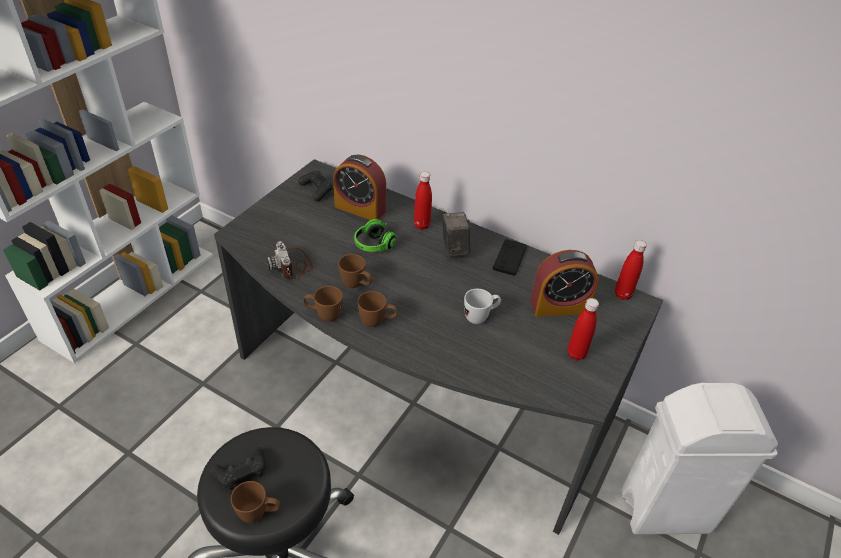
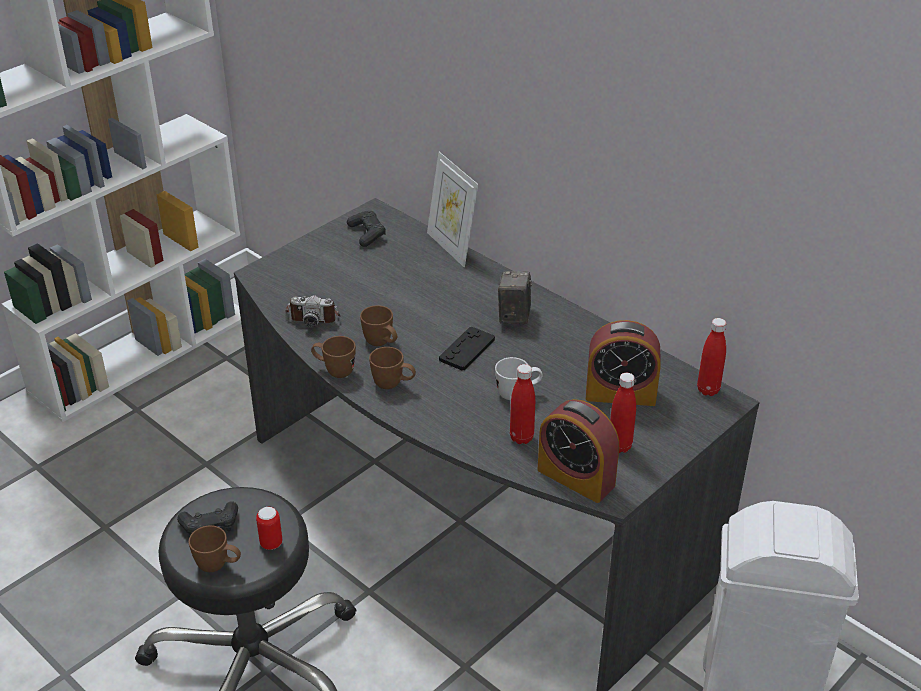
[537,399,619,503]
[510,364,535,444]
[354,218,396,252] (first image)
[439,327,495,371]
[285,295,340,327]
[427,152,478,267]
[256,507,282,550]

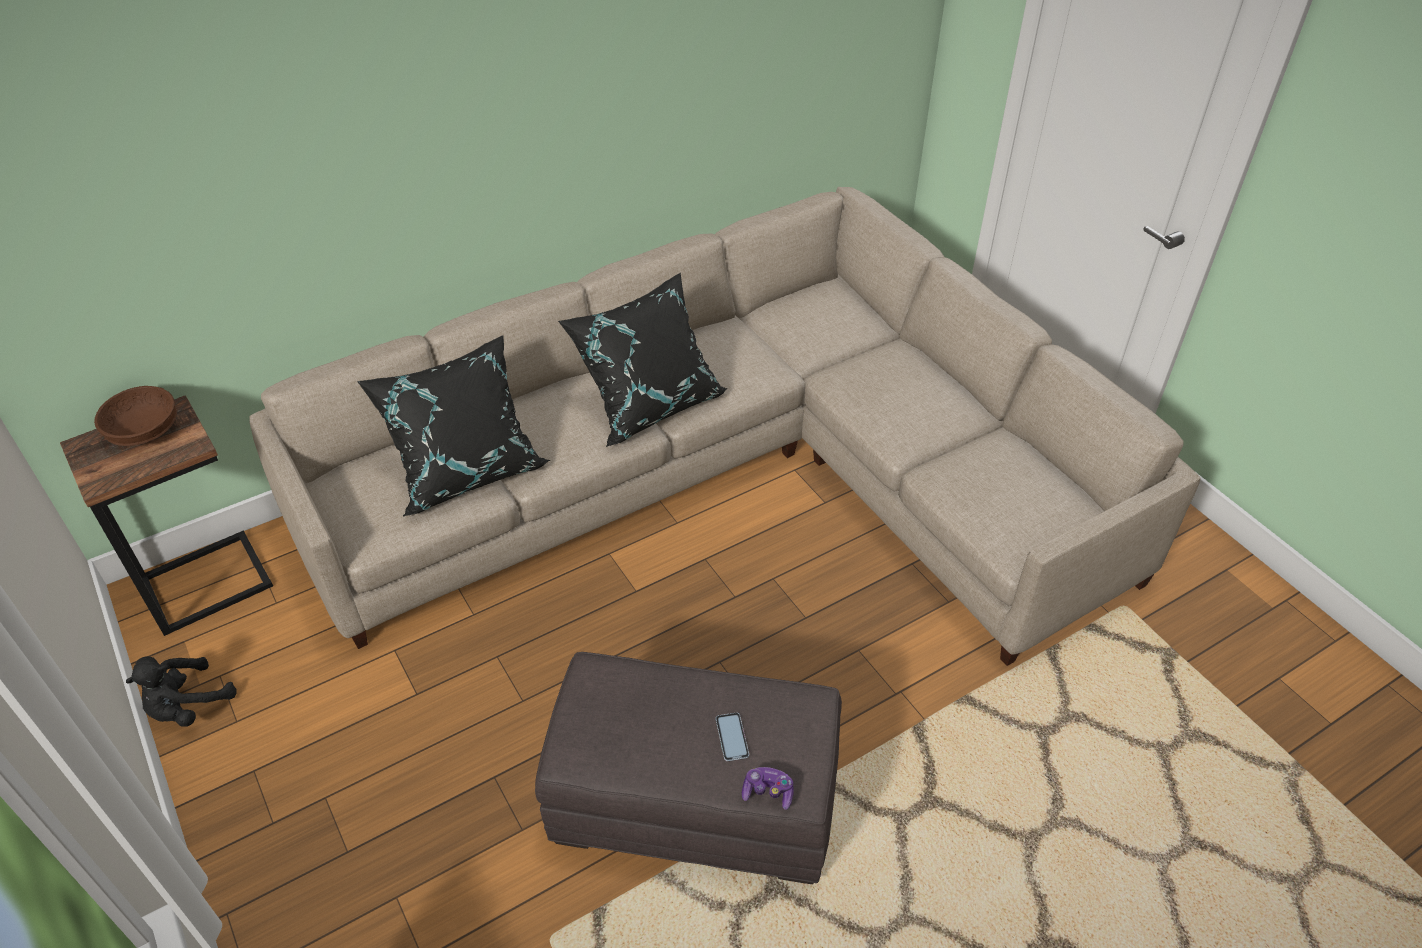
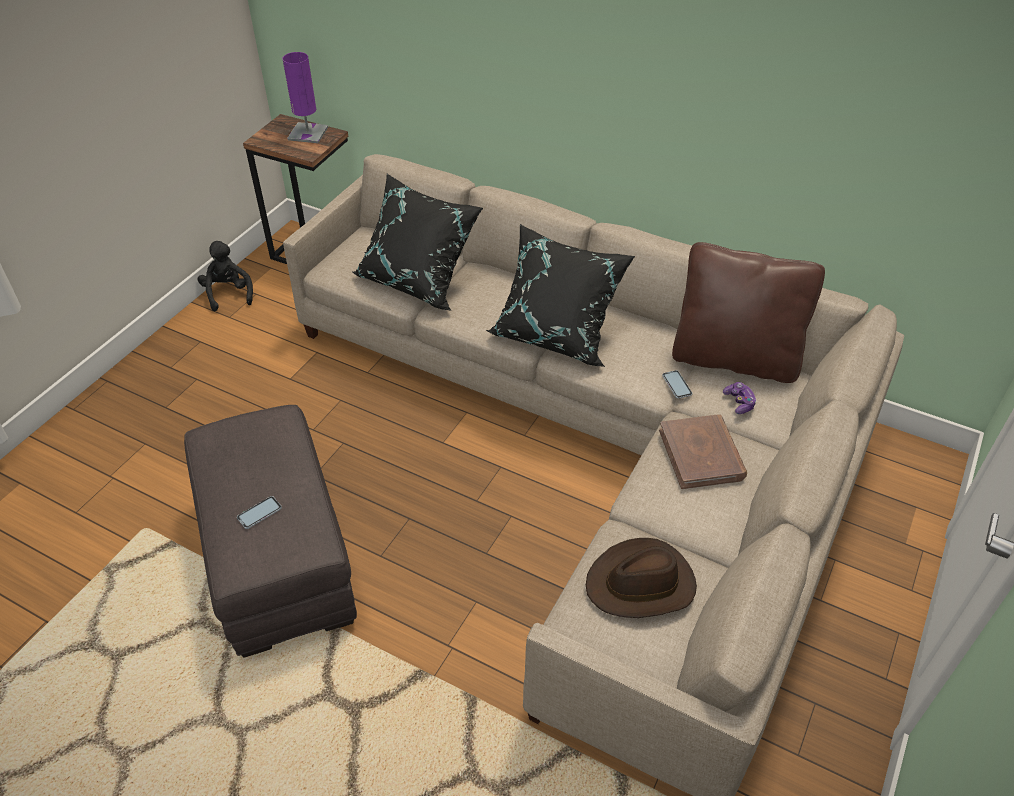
[282,52,328,143]
[197,241,253,311]
[723,382,756,414]
[672,242,825,383]
[662,370,692,399]
[659,414,747,489]
[586,538,697,618]

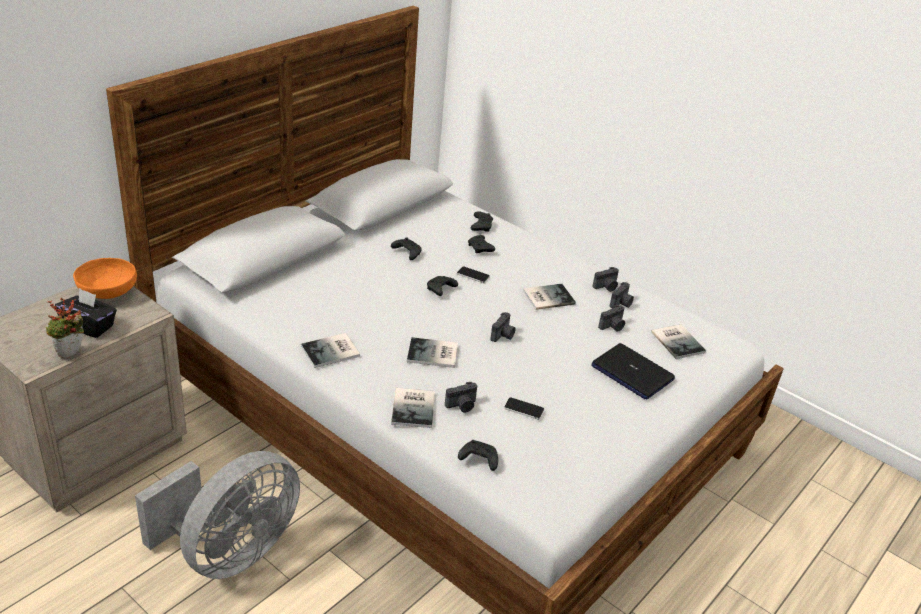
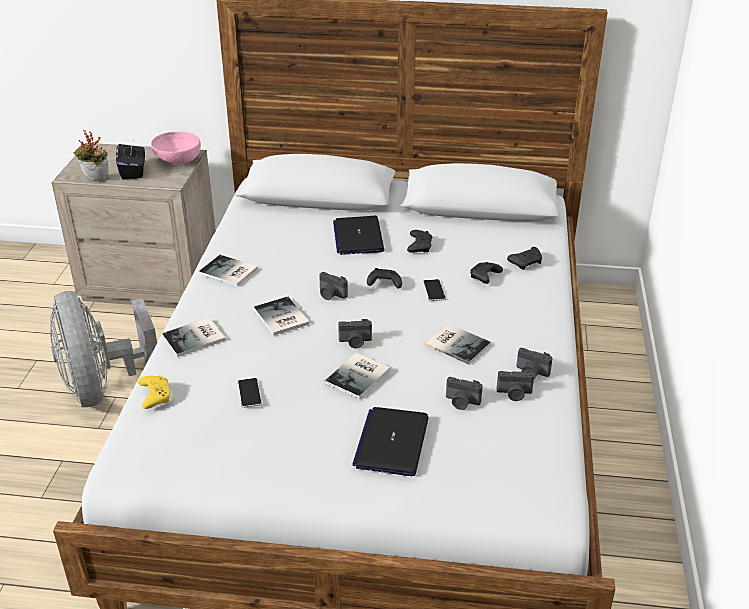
[151,132,201,164]
[324,353,390,399]
[319,272,348,300]
[138,375,171,409]
[50,291,157,407]
[333,216,384,255]

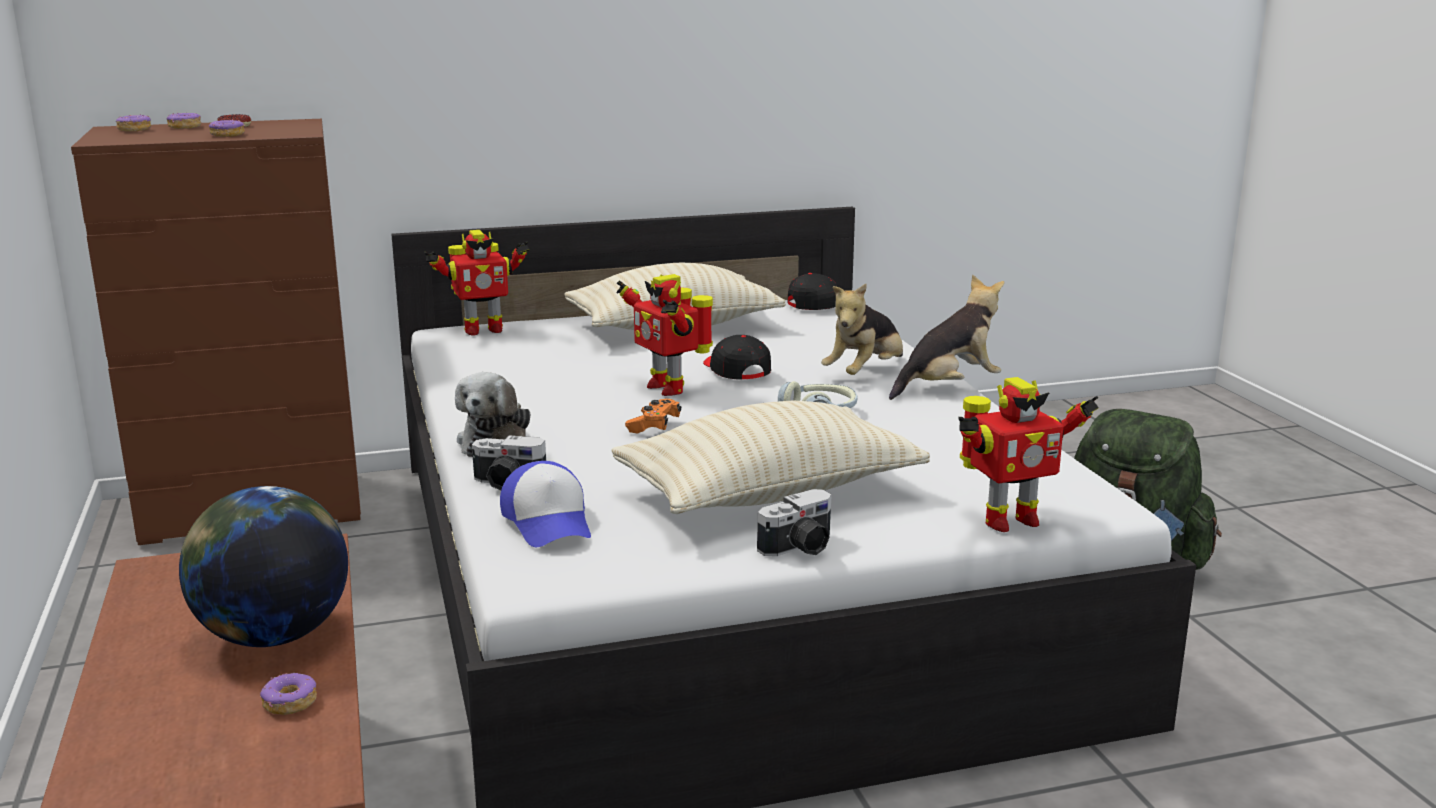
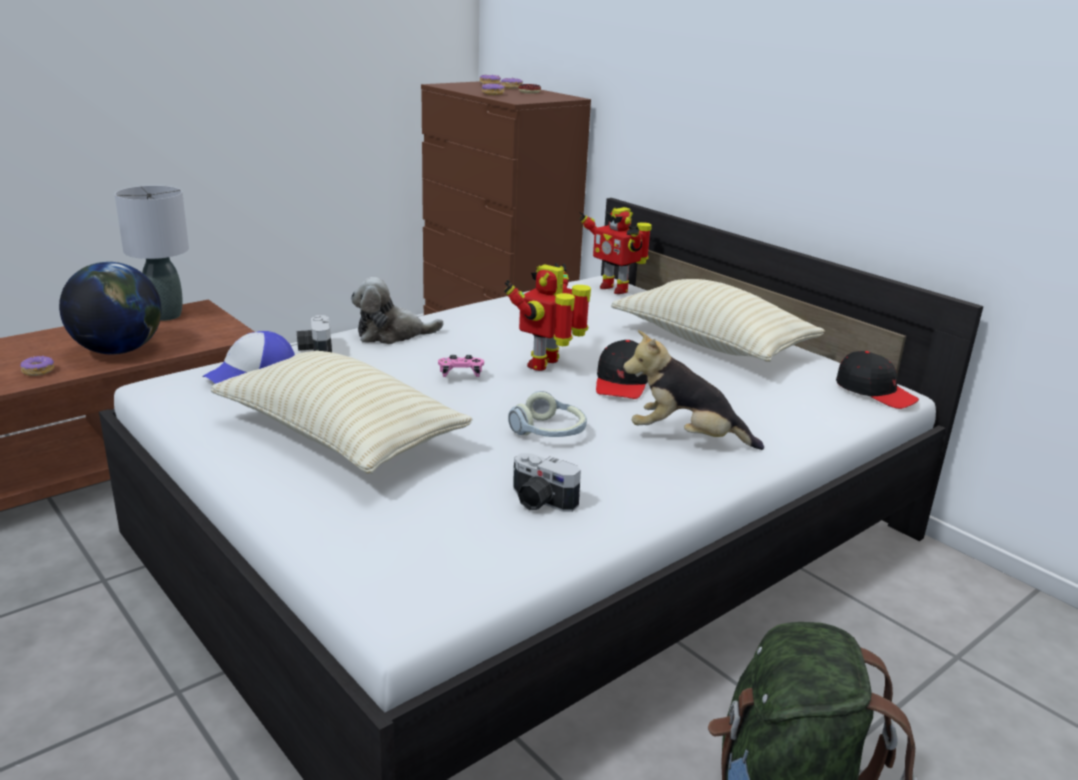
[889,275,1004,400] (first image)
[596,340,648,399]
[958,377,1099,532] (first image)
[438,355,484,377]
[513,453,581,512]
[115,185,189,321]

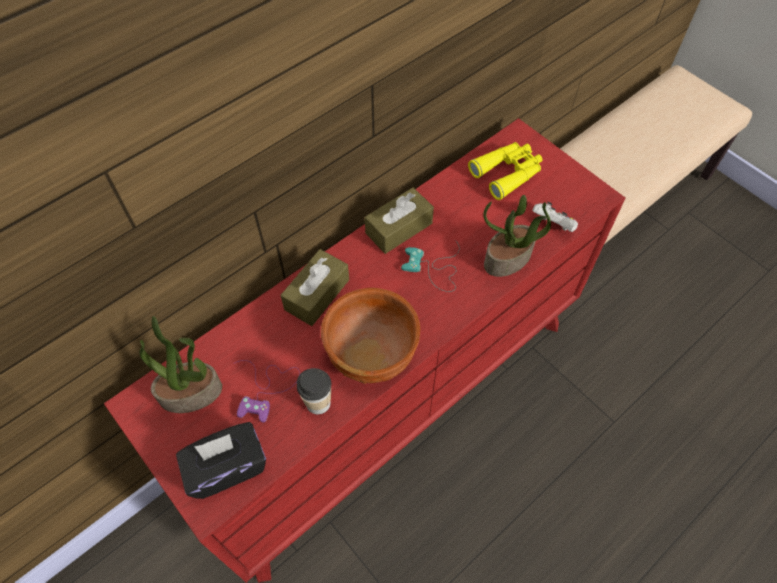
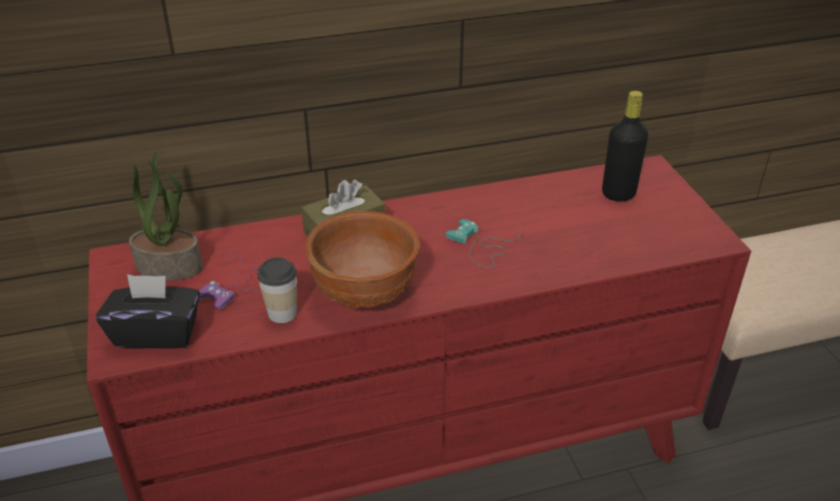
[602,91,648,201]
[365,187,434,254] (first image)
[483,195,551,277] (first image)
[532,202,578,232] (first image)

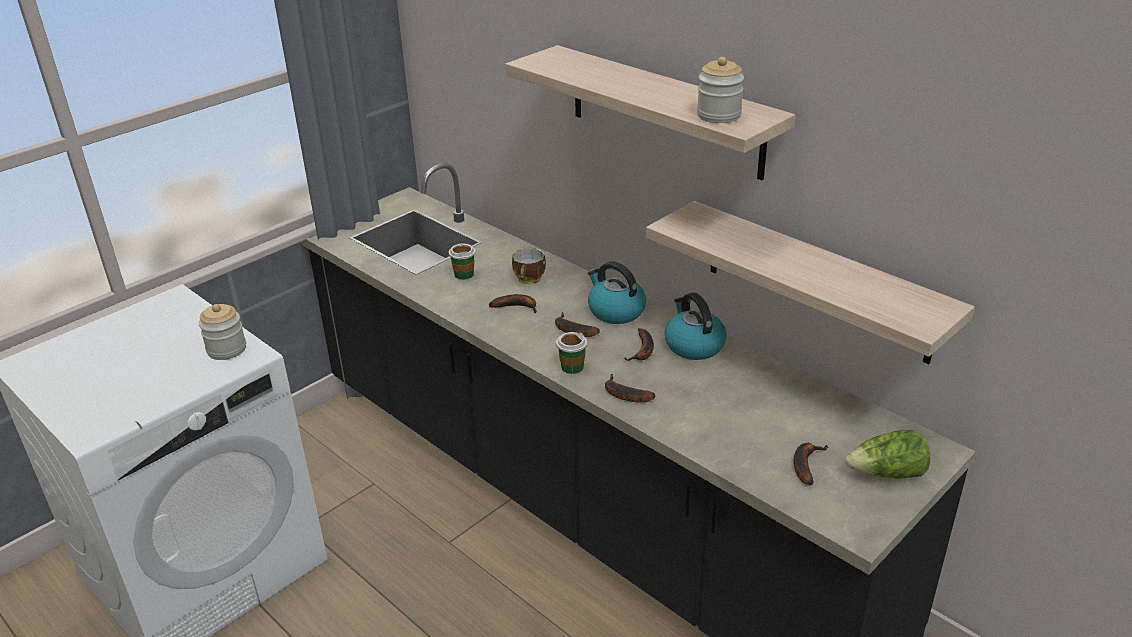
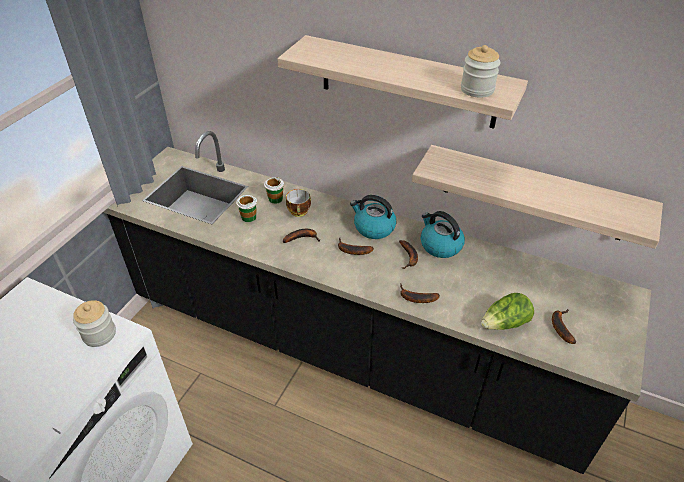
[264,177,284,204]
[481,293,534,330]

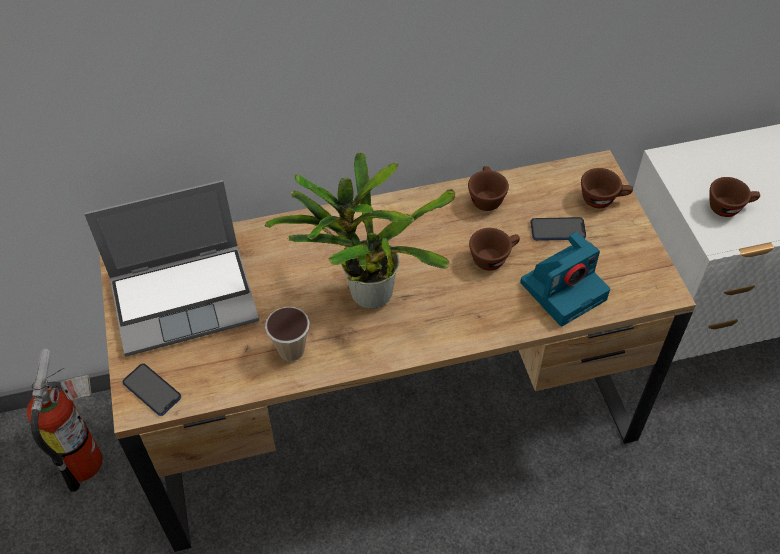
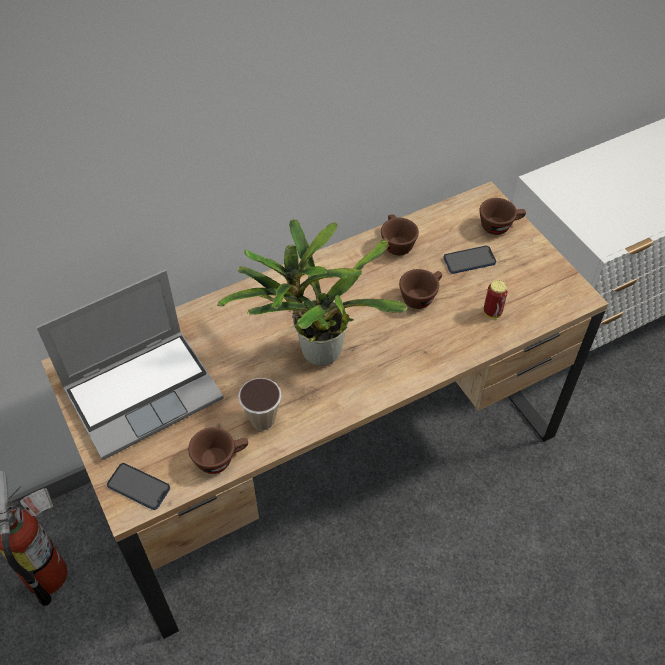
[188,427,248,474]
[484,280,508,319]

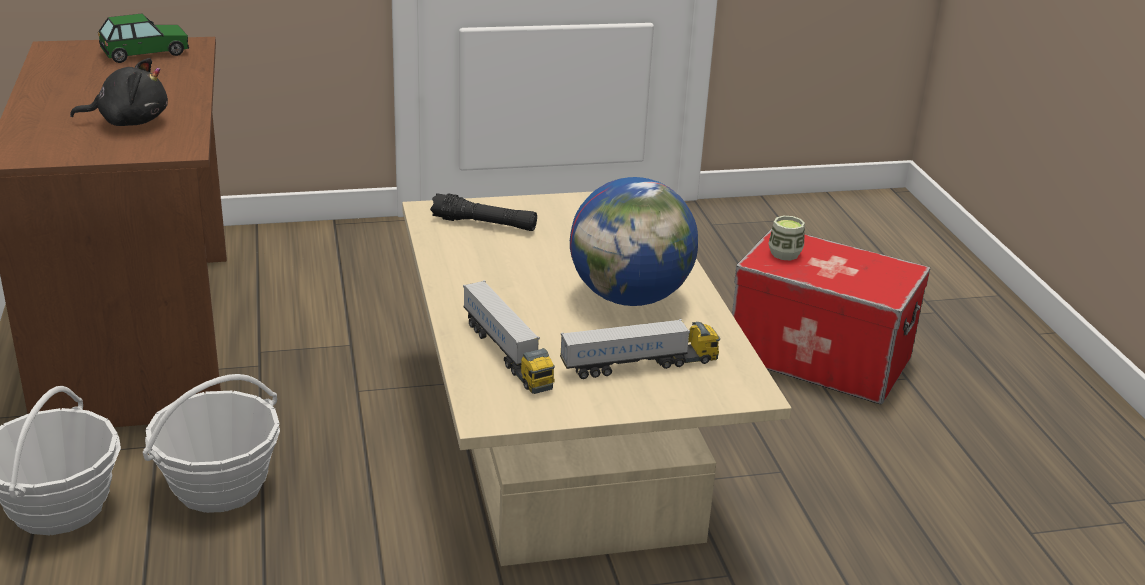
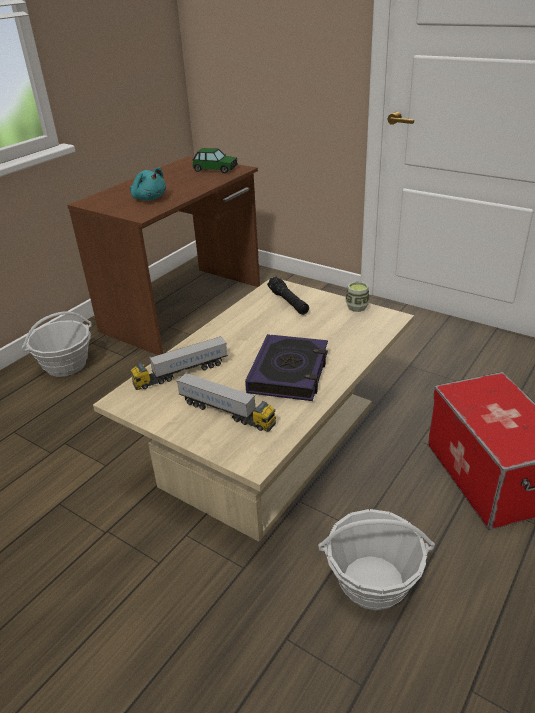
[130,168,166,200]
[245,334,328,401]
[345,281,370,312]
[130,336,228,390]
[318,509,435,611]

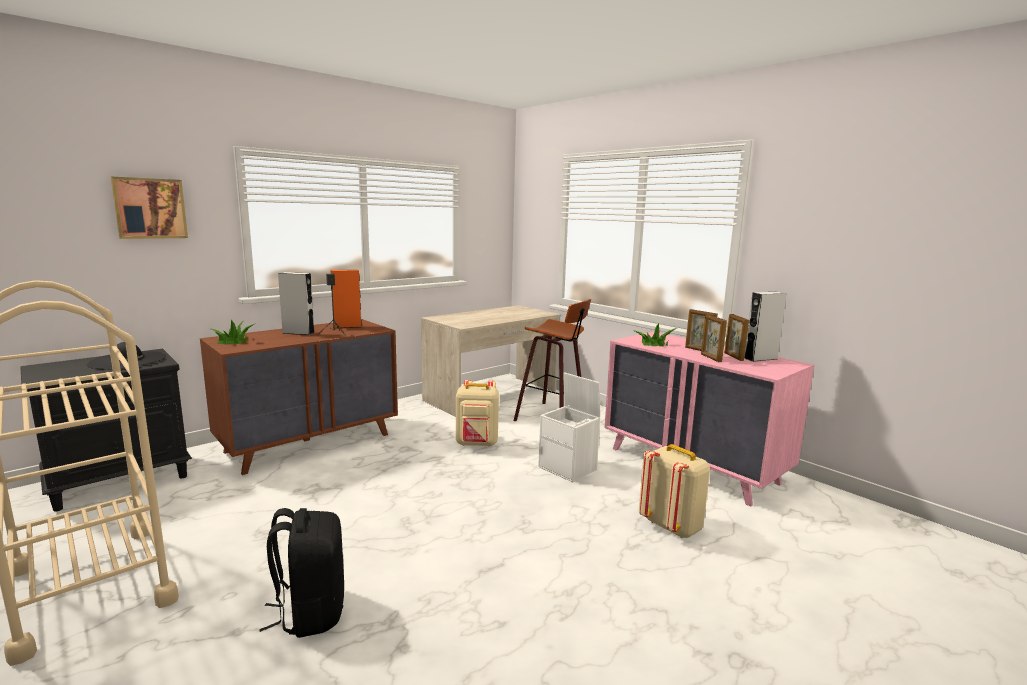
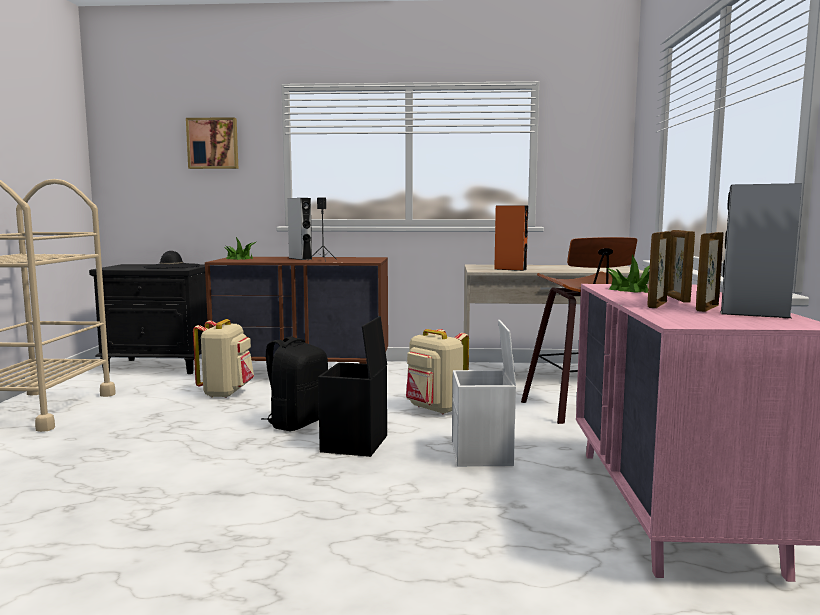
[494,205,528,271]
[193,319,254,398]
[261,336,328,431]
[318,316,387,457]

